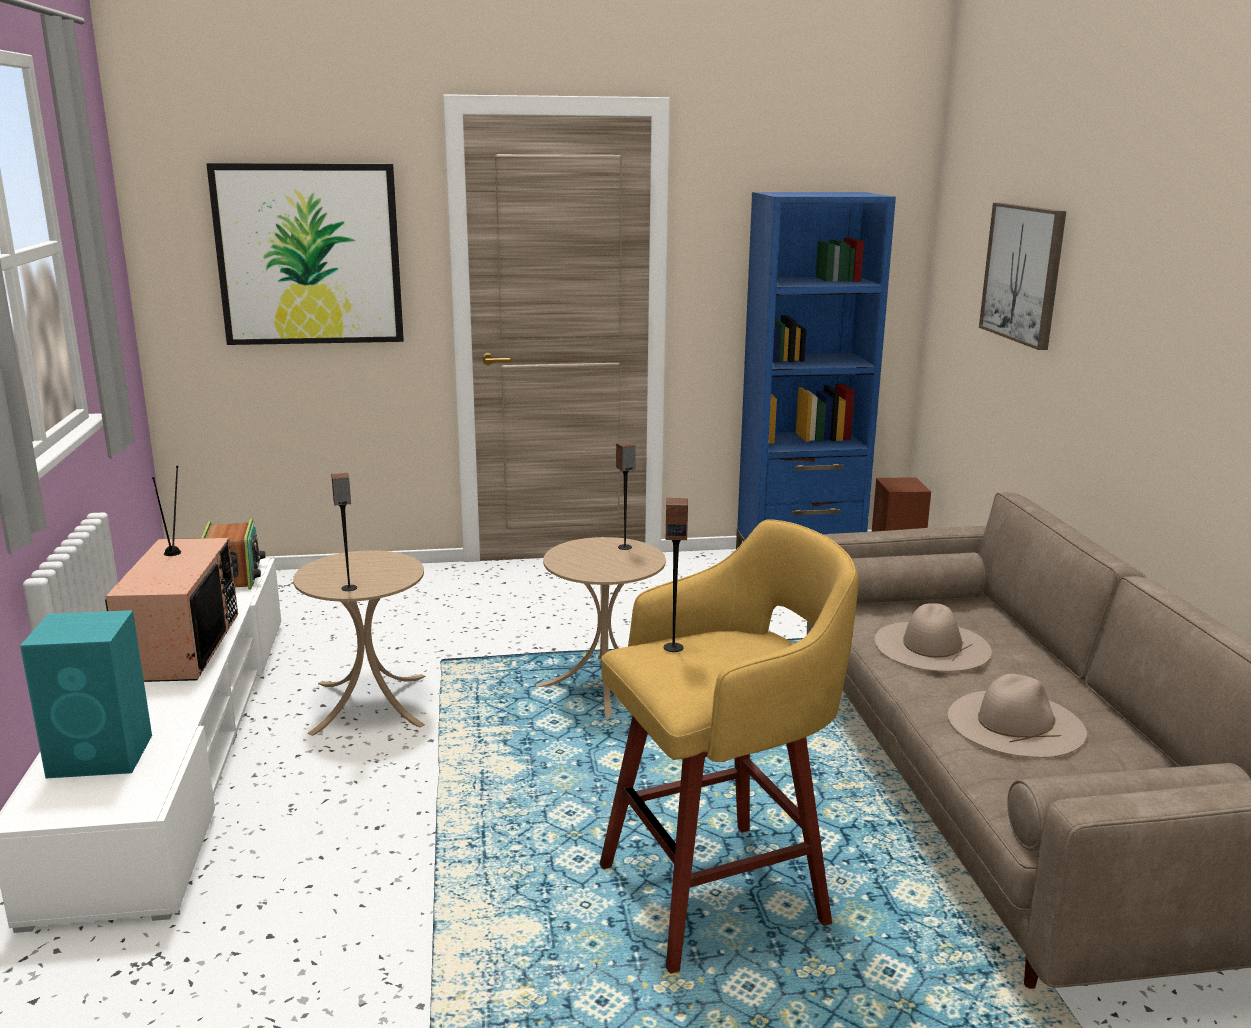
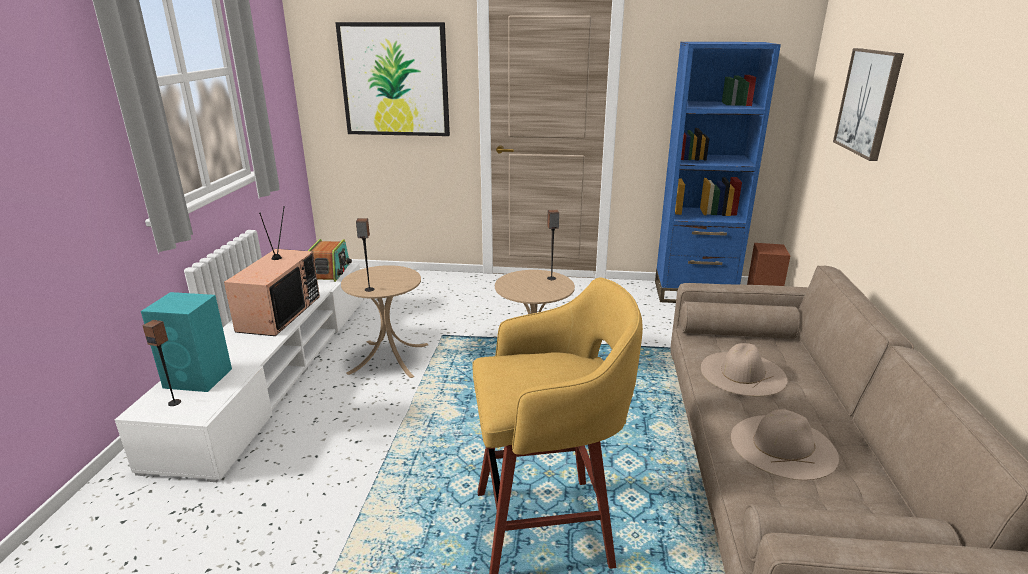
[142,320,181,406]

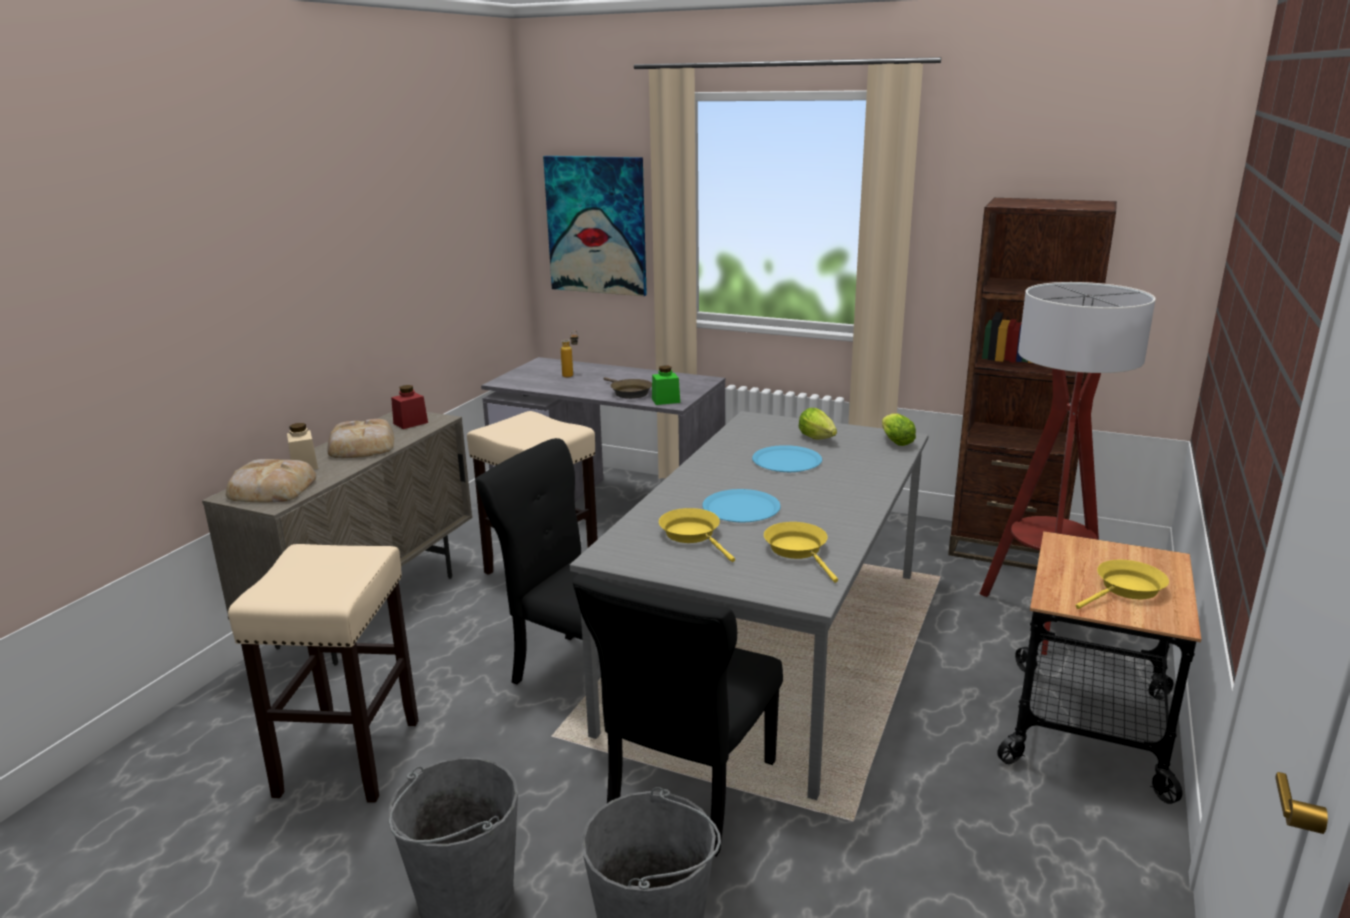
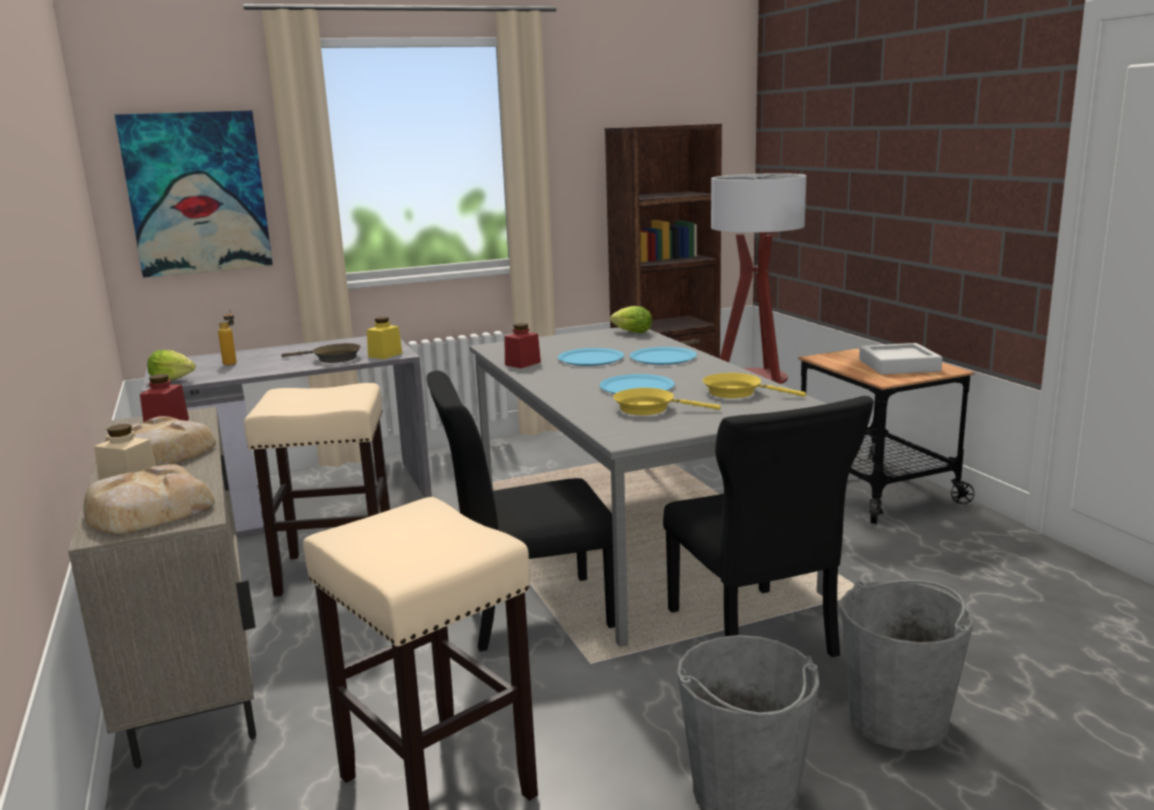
[367,317,402,359]
[147,350,196,381]
[859,343,943,375]
[505,323,541,368]
[630,347,697,365]

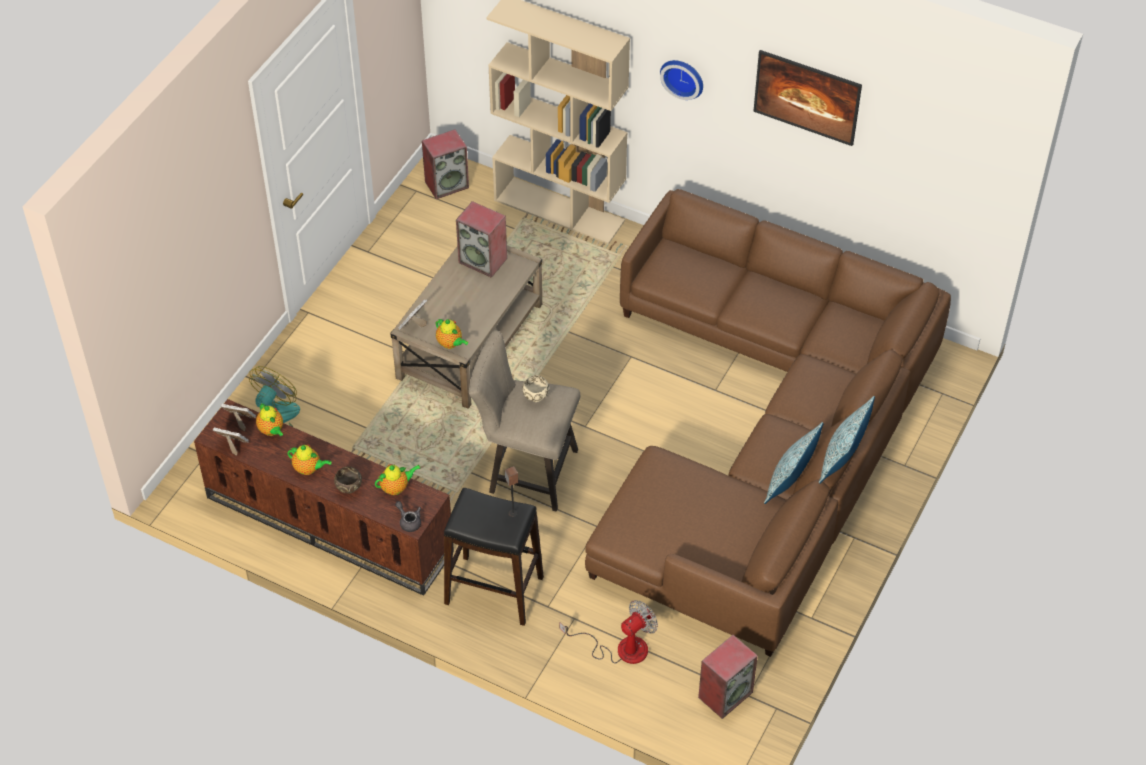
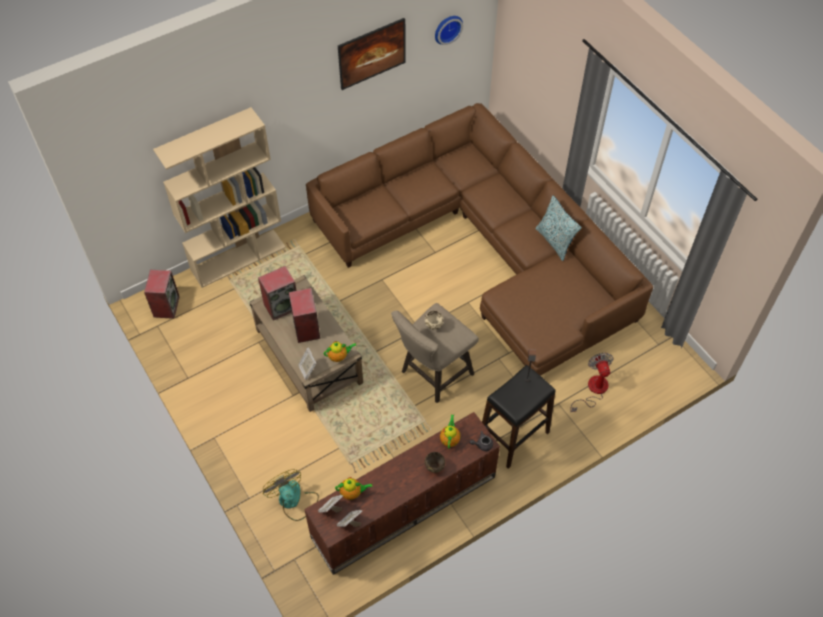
[435,16,463,45]
[819,396,875,484] (first image)
[287,444,332,475] (first image)
[289,288,320,343]

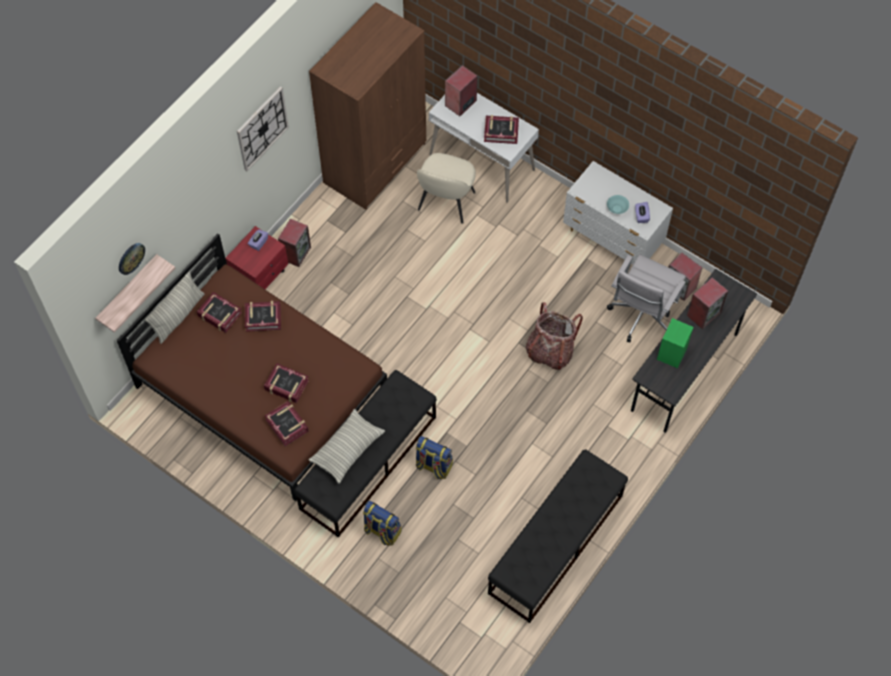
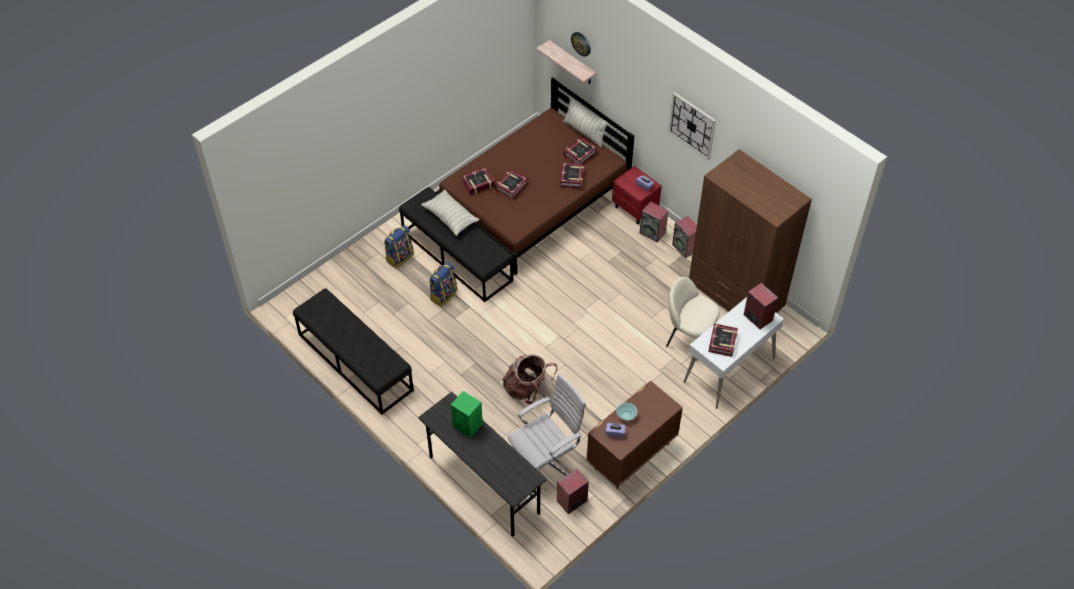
[587,381,683,490]
[507,373,586,493]
[672,216,697,258]

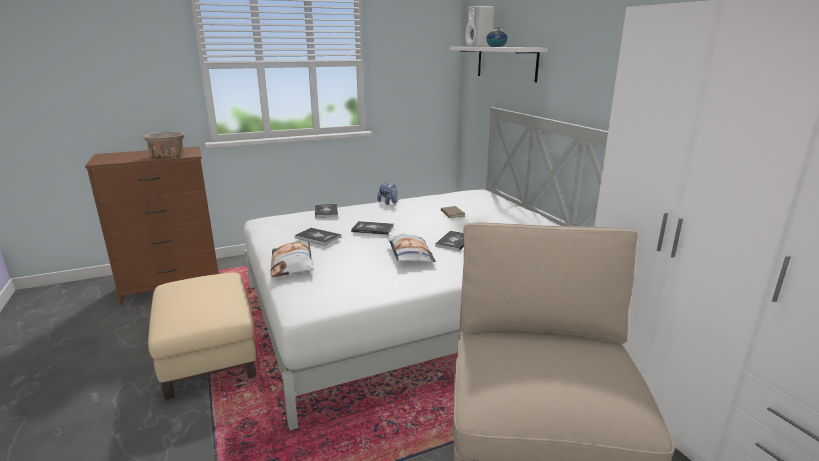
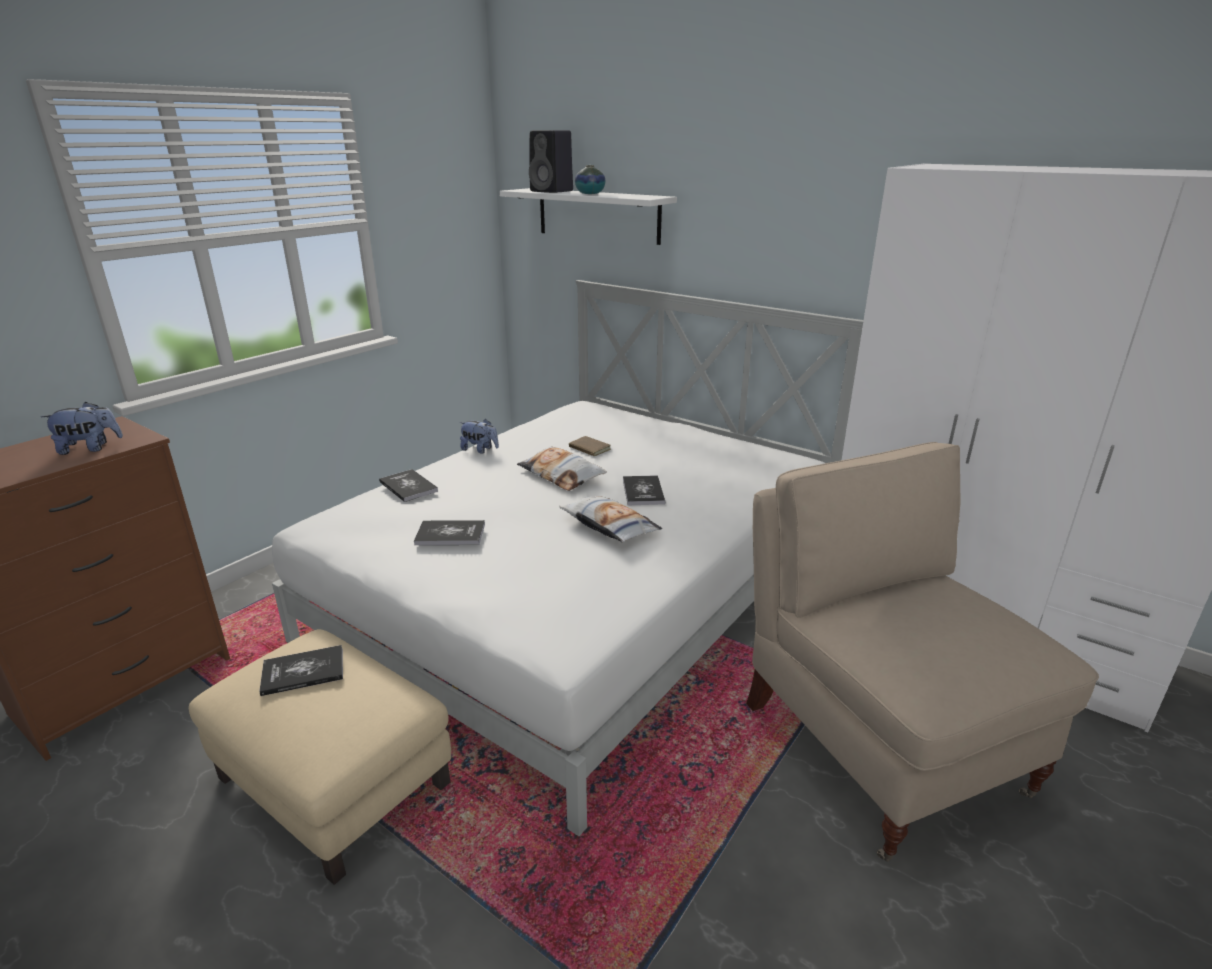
[529,130,573,193]
[41,402,123,455]
[259,645,343,696]
[517,446,607,491]

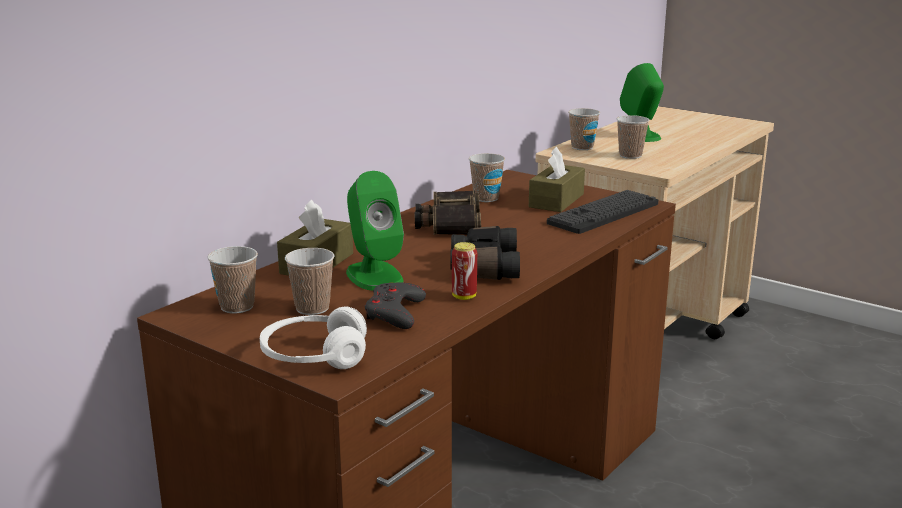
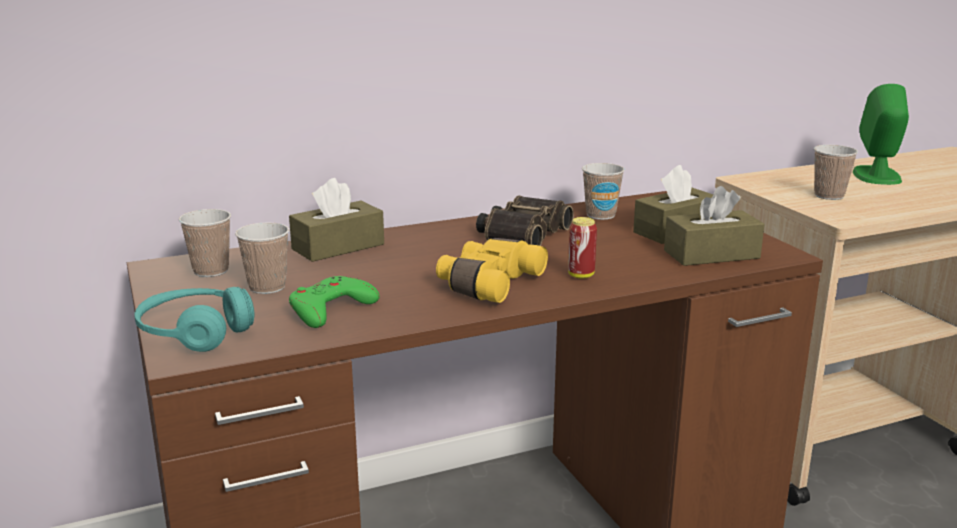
[568,108,600,150] (first image)
[346,171,404,291] (first image)
[664,186,765,266]
[436,238,548,303]
[568,217,597,279]
[289,276,380,328]
[134,287,254,352]

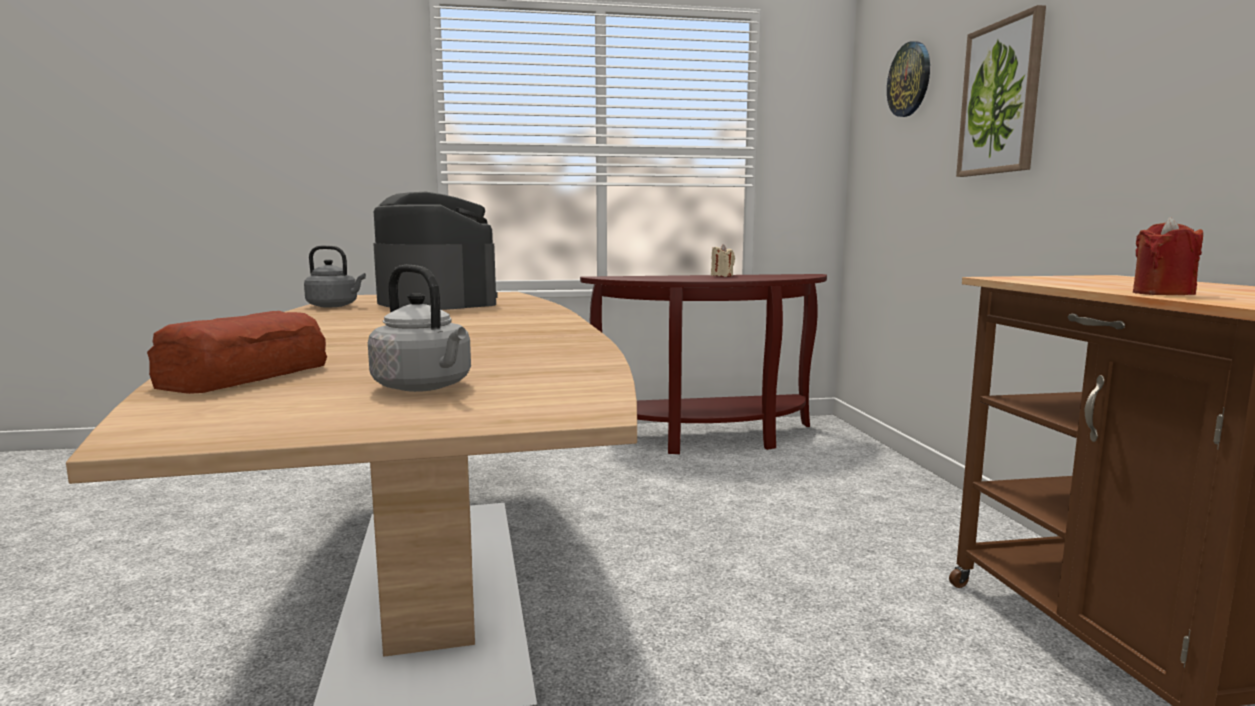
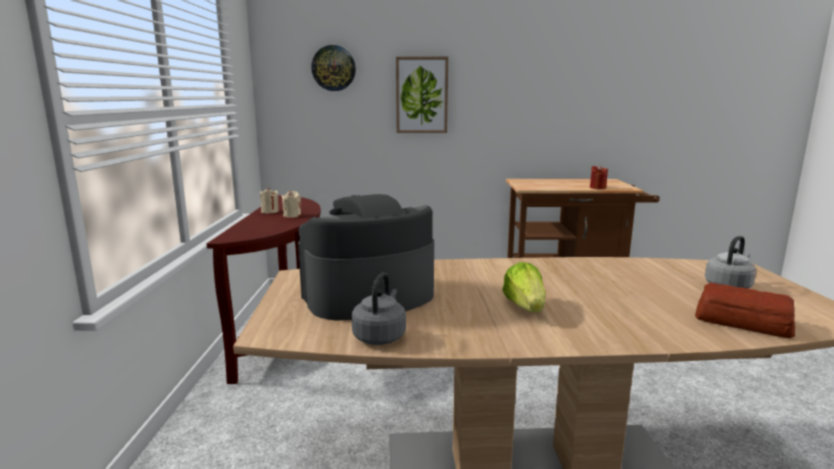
[282,191,301,218]
[503,262,546,312]

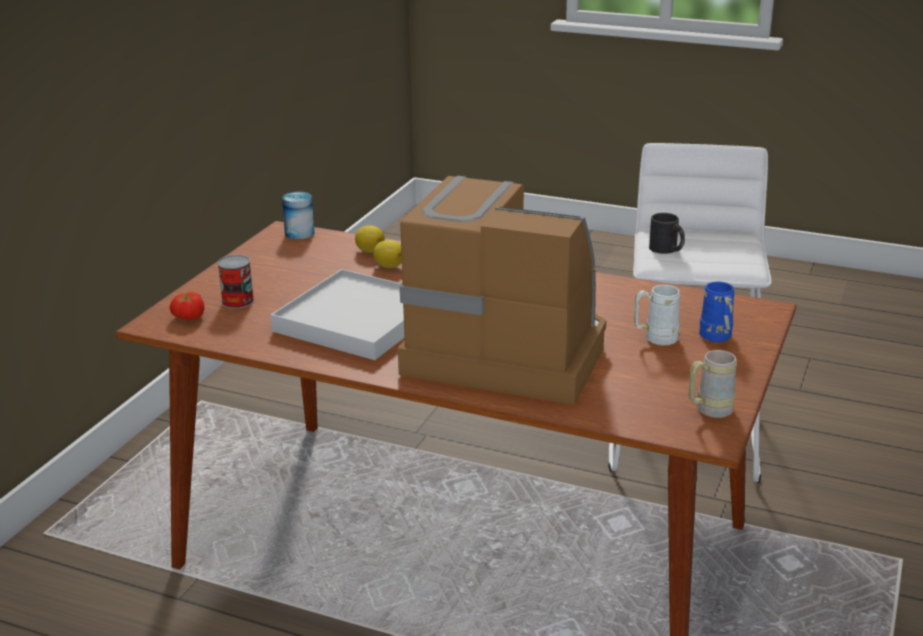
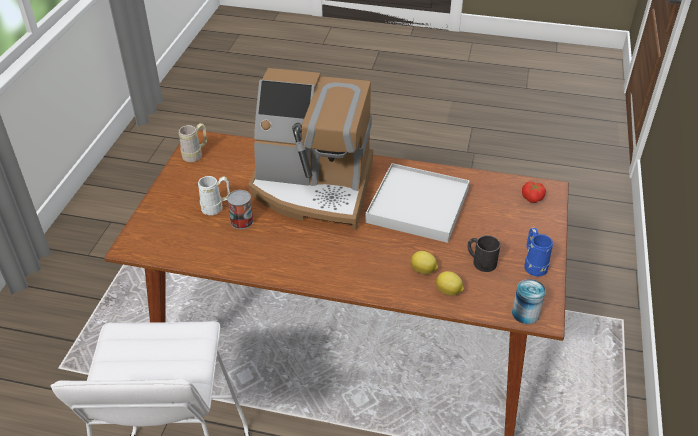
[467,235,501,272]
[227,190,254,229]
[524,227,553,276]

